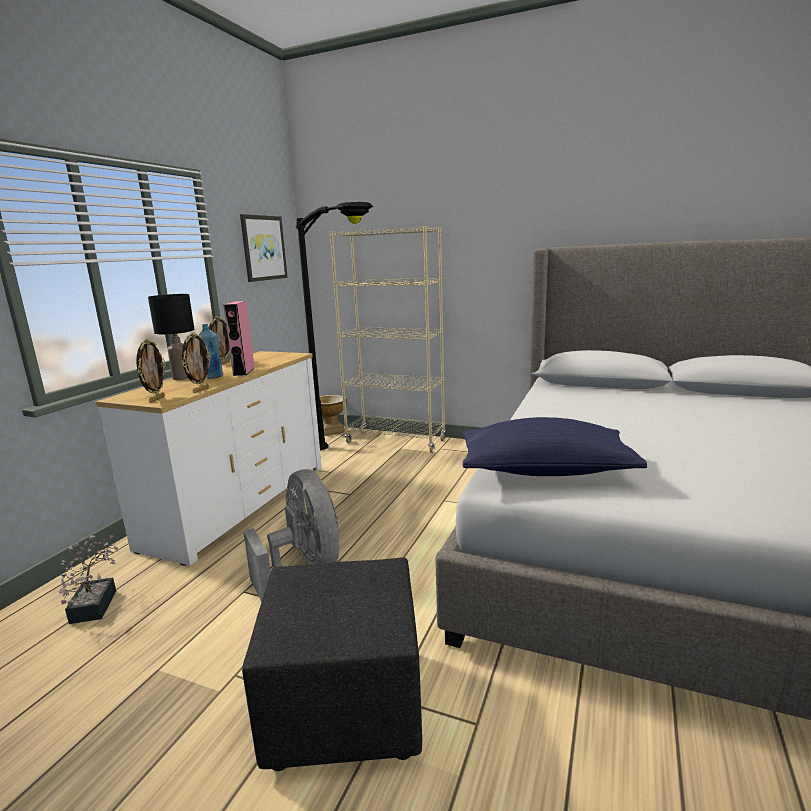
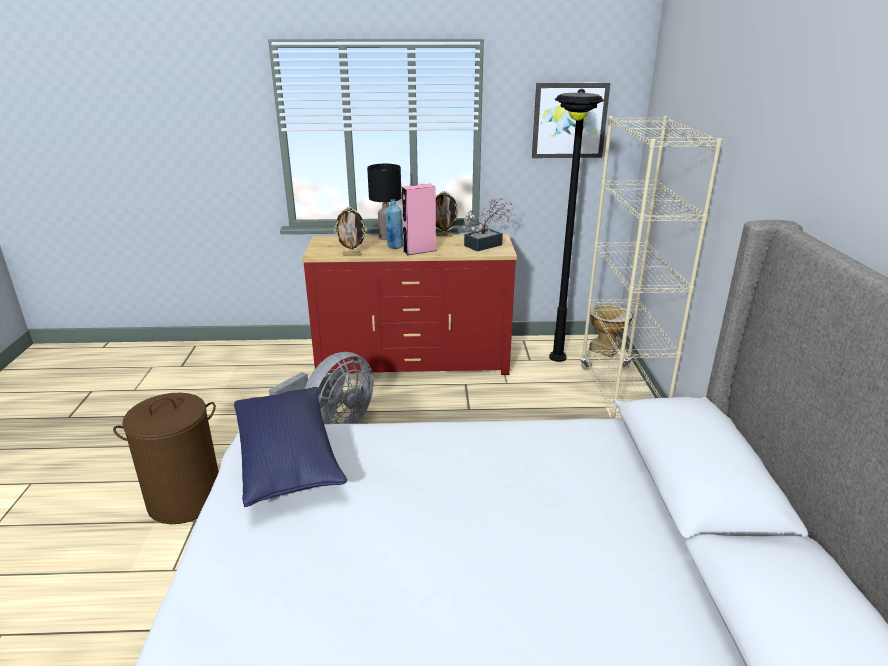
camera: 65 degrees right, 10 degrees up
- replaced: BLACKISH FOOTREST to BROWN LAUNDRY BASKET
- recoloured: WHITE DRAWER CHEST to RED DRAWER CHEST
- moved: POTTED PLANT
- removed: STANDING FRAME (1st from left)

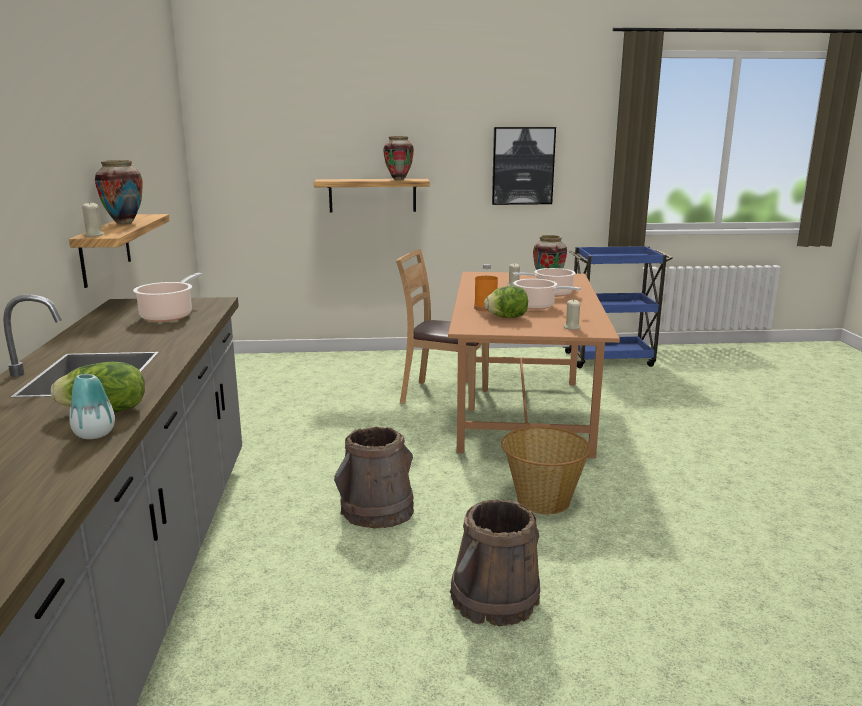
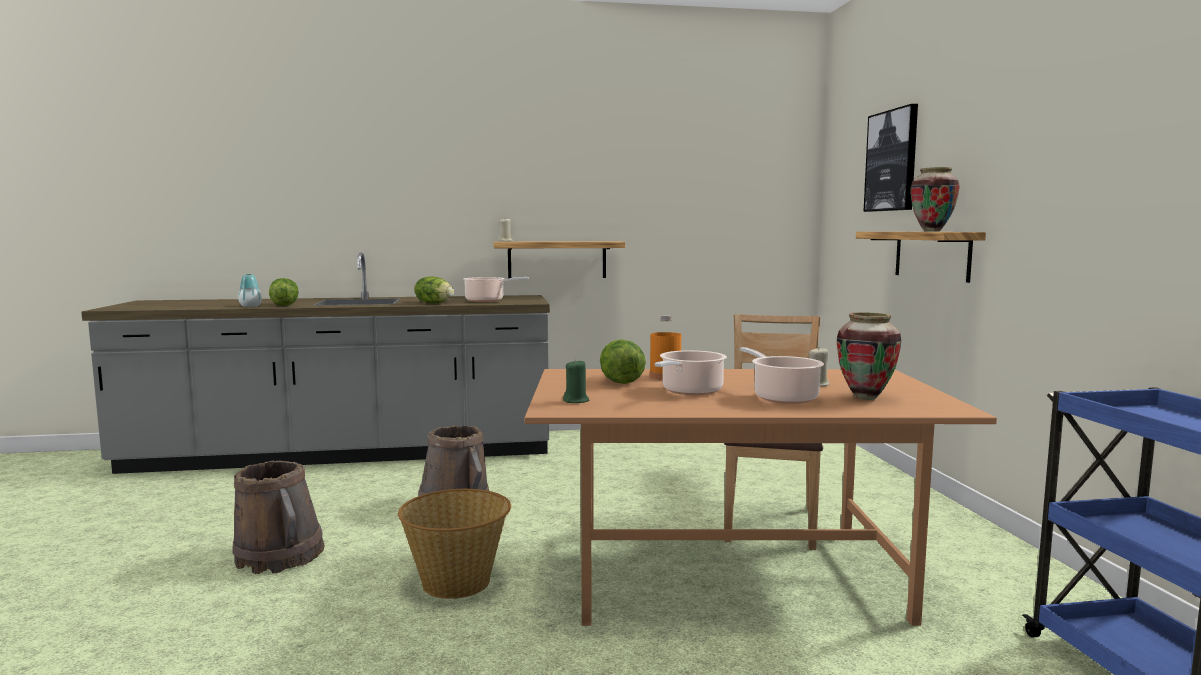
camera: 85 degrees right, 10 degrees down
- added: LETTUCE HEAD (2nd from left)
- recoloured: SAND-COLOURED CANDLE (3rd from left) to GREEN CANDLE
- moved: PICTURE
- removed: VASE (2nd from left)

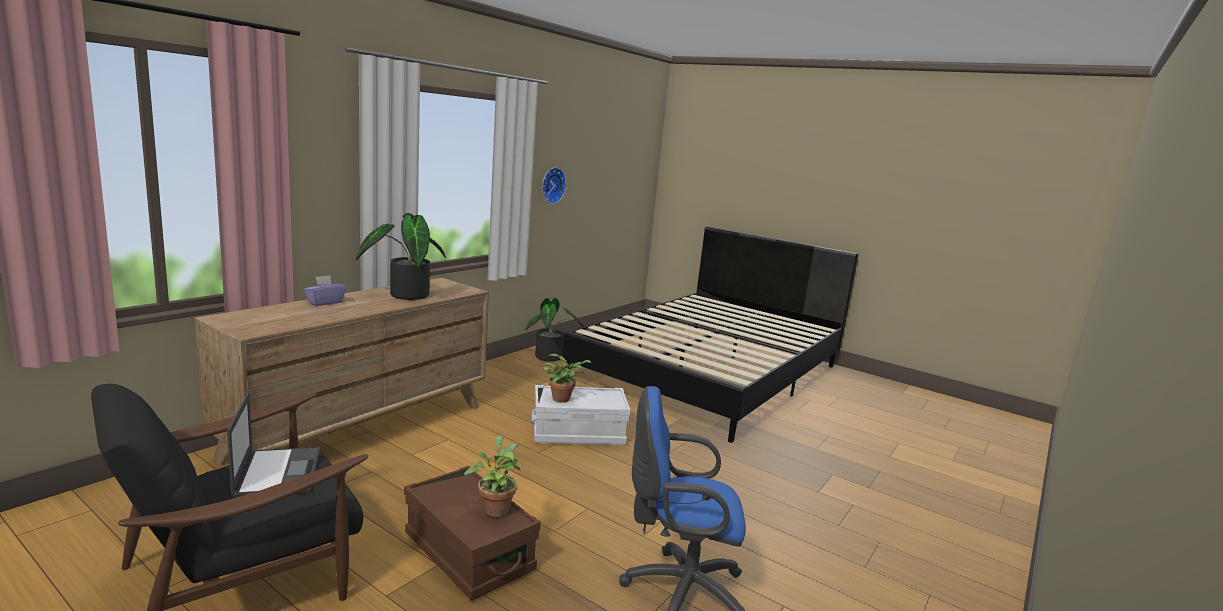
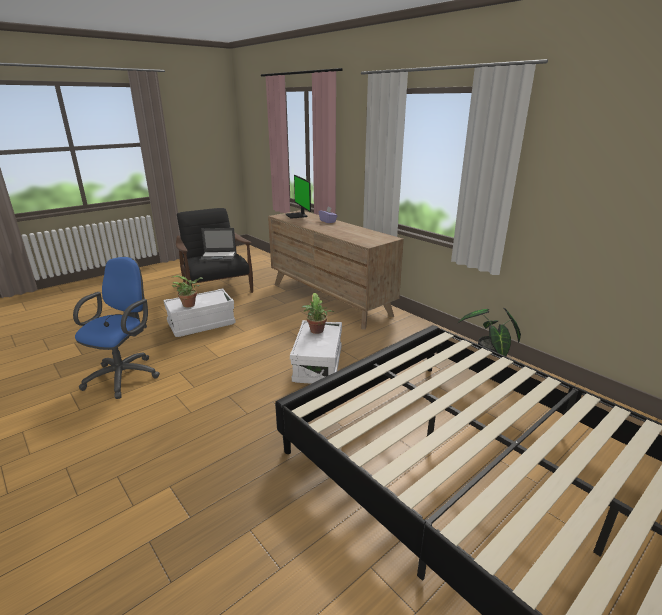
camera: 105 degrees right, 10 degrees up
- recoloured: BROWN STORAGE BOX to WHITE STORAGE BOX (1st from left)
- added: MONITOR
- removed: POTTED PLANT (1st from left)
- removed: WALL CLOCK

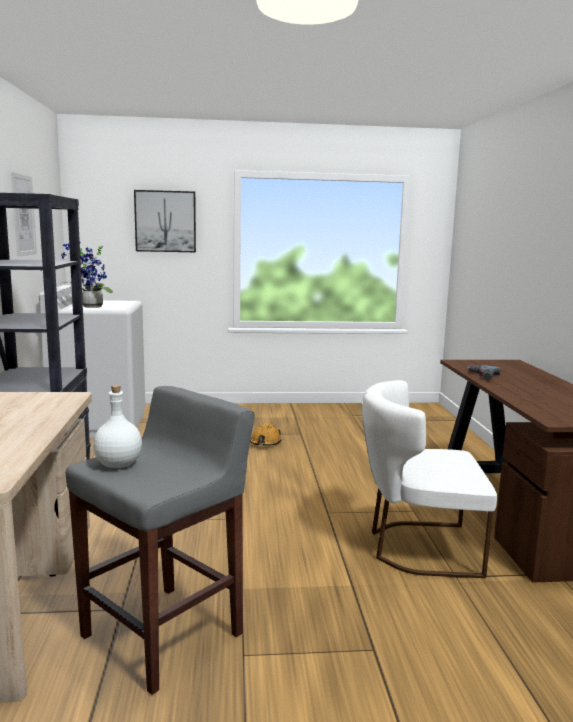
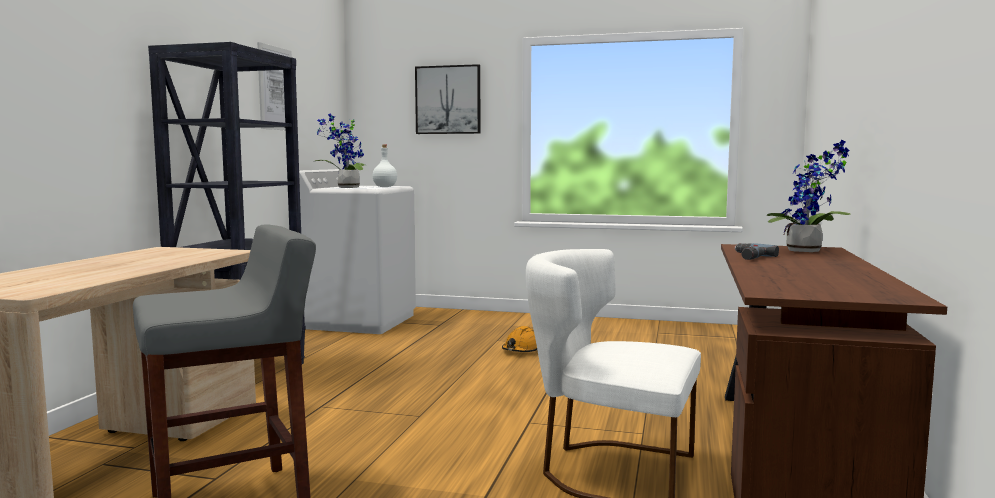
camera: 20 degrees right, 5 degrees down
- moved: WHITE BEVERAGE BOTTLE
- added: POTTED PLANT (2nd from left)

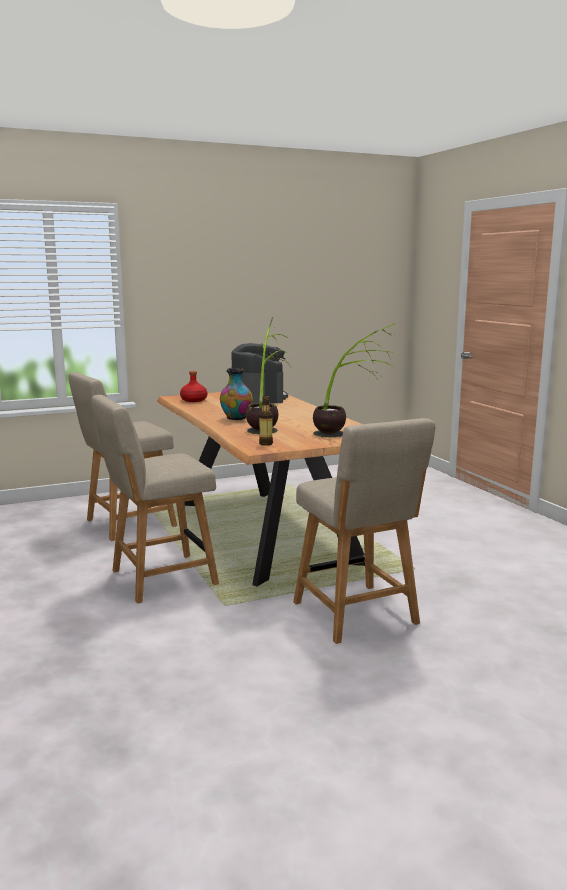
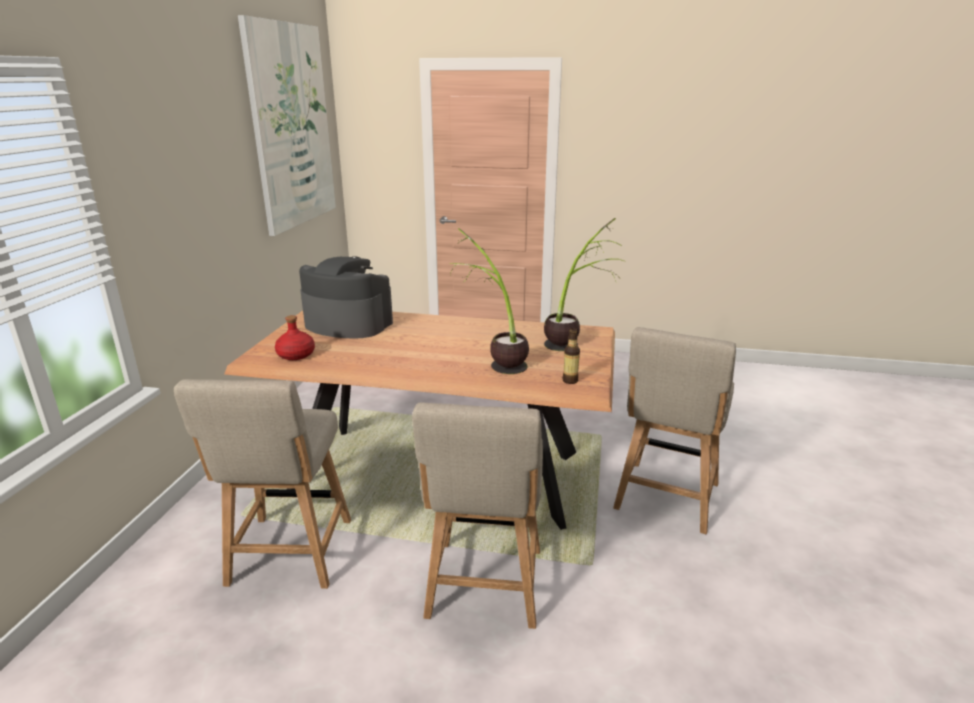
camera: 55 degrees left, 10 degrees up
- added: PICTURE
- turned: SAND-COLOURED UPRIGHT CHAIR (3rd from left) 105 degrees clockwise
- removed: VASE

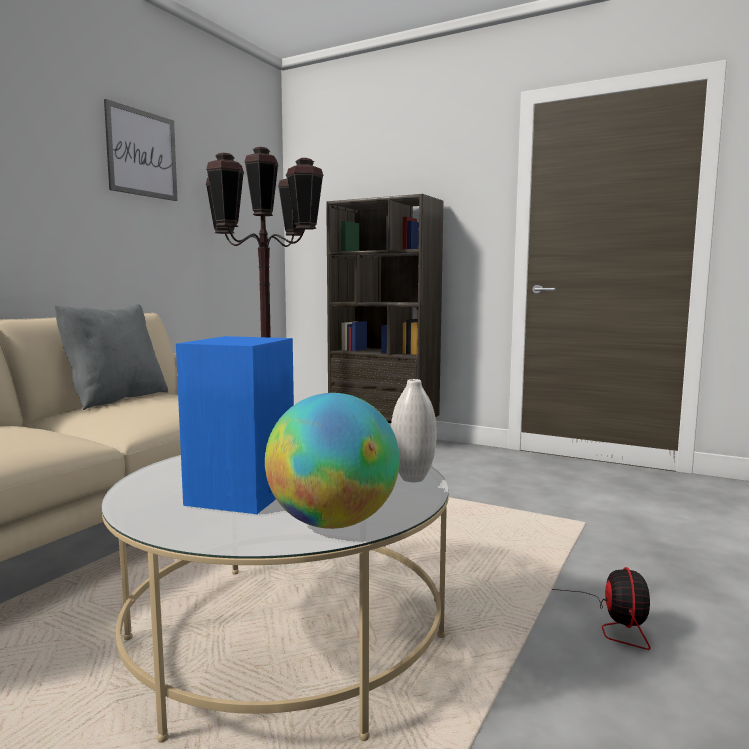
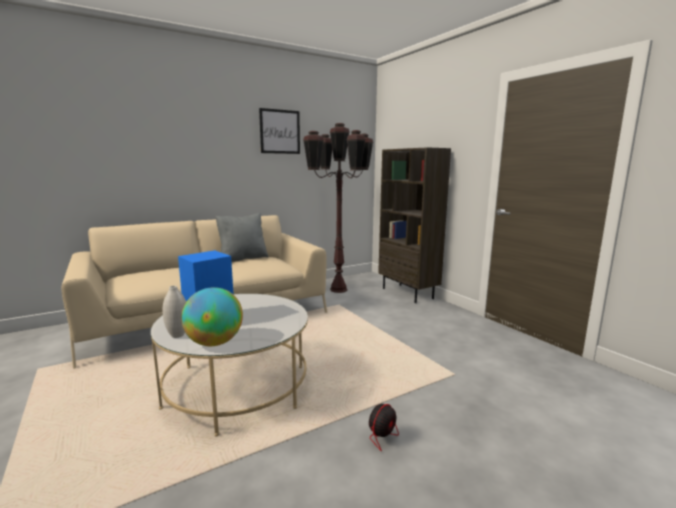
camera: 30 degrees right, 5 degrees up
- moved: WHITE VASE

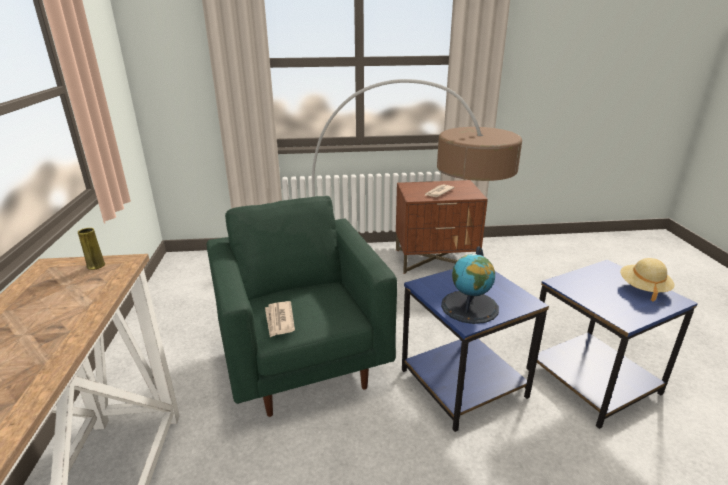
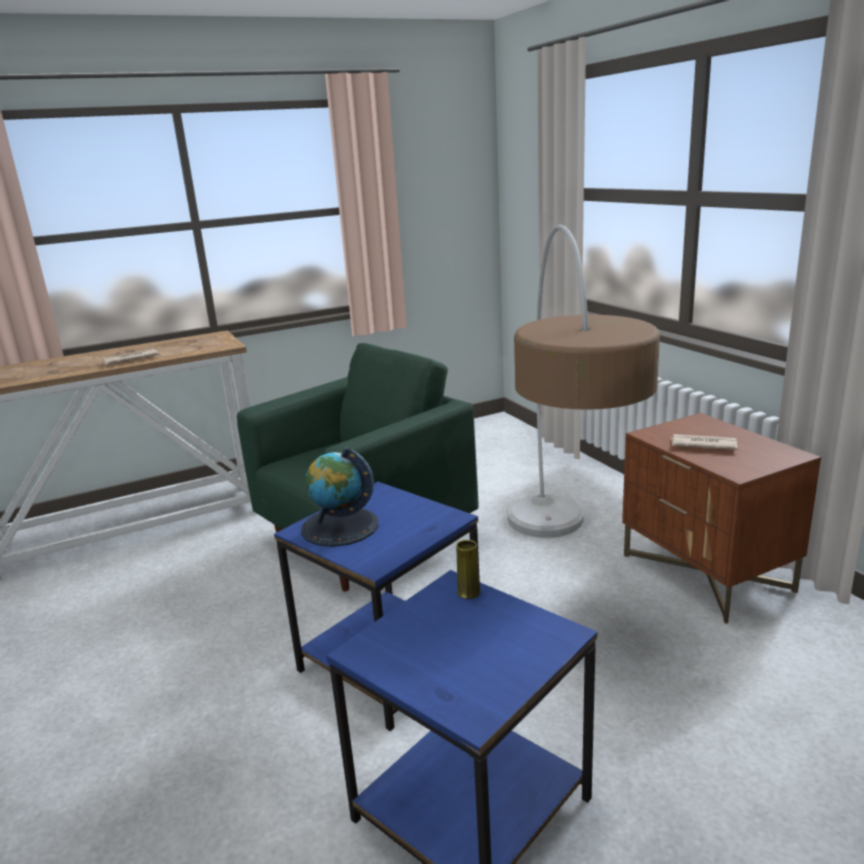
camera: 70 degrees right, 5 degrees down
- moved: DAILY PAPER (1st from left)
- moved: YELLOWISH VASE
- removed: SAND-COLOURED WEARABLE HAT

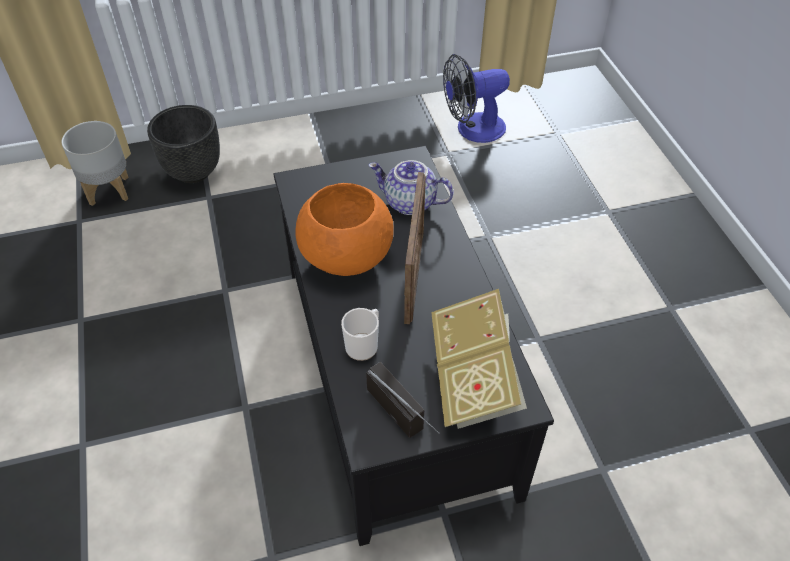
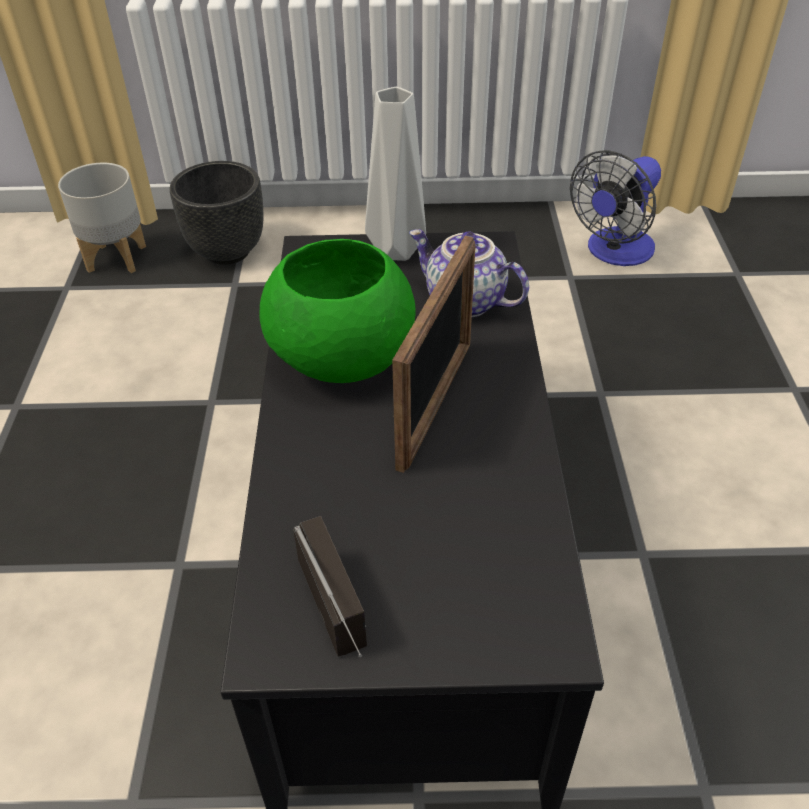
camera: 15 degrees right, 5 degrees down
- recoloured: ORANGE-COLOURED SERVING BOWL to GREEN SERVING BOWL
- added: GREY VASE
- turned: COOLING FAN 45 degrees counterclockwise
- removed: TEA MUG
- removed: BOUND BOOK

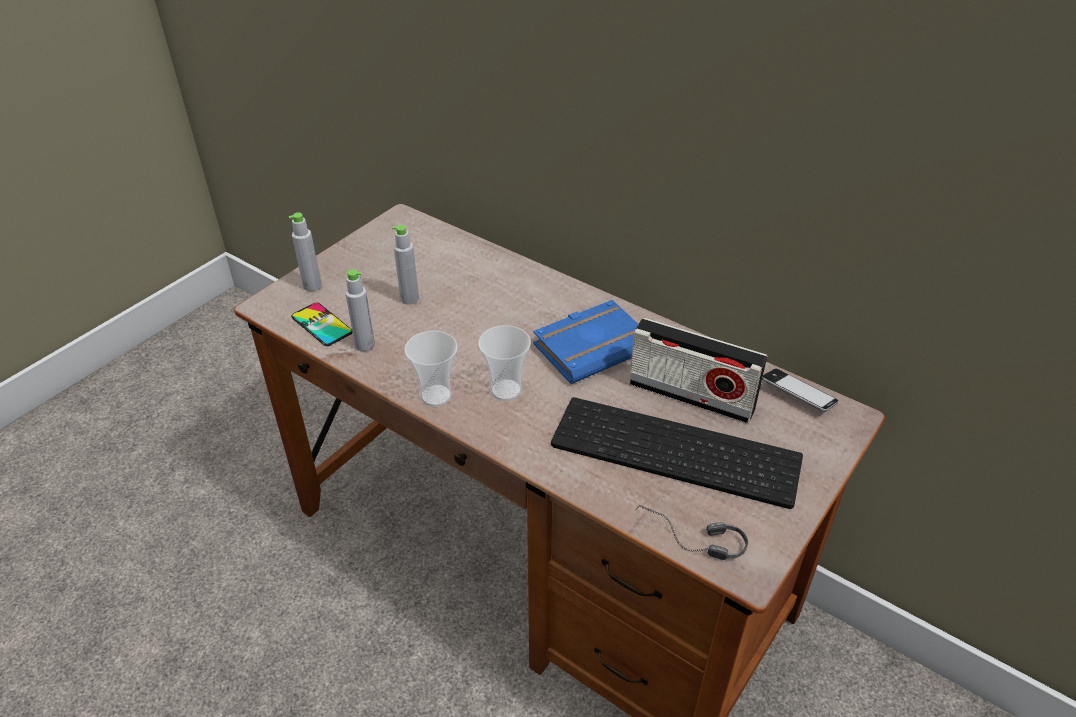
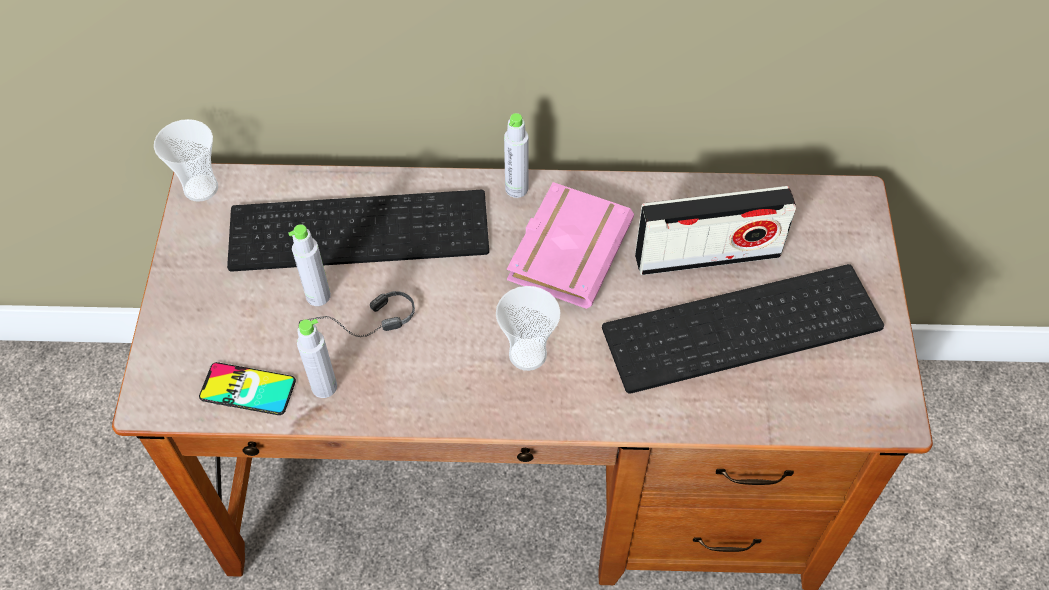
camera: 35 degrees left, 15 degrees up
- moved: CUP (1st from left)
- added: KEYBOARD (1st from left)
- moved: HEADPHONES
- moved: GREY BEVERAGE BOTTLE (1st from left in the first image) to GREY BEVERAGE BOTTLE (3rd from left)
- recoloured: BLUE BOUND BOOK to PINKISH BOUND BOOK
- removed: PHONE (2nd from left)

